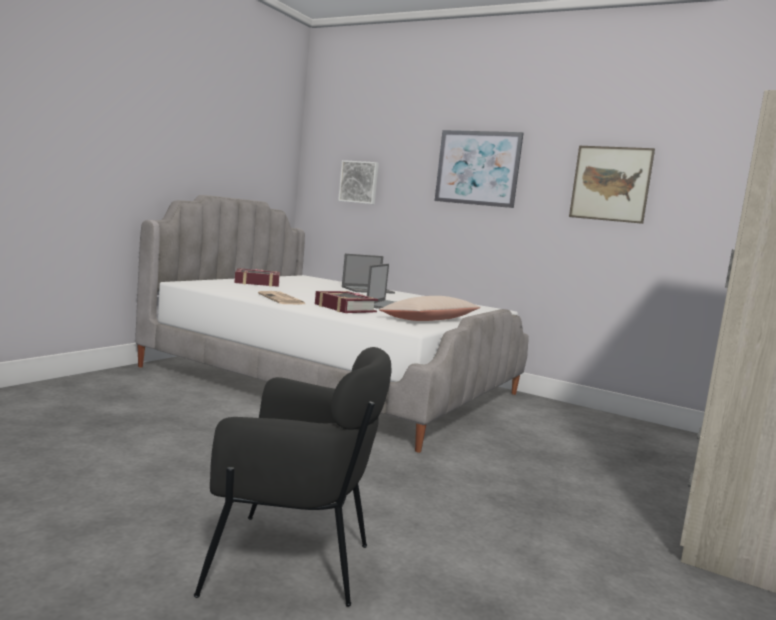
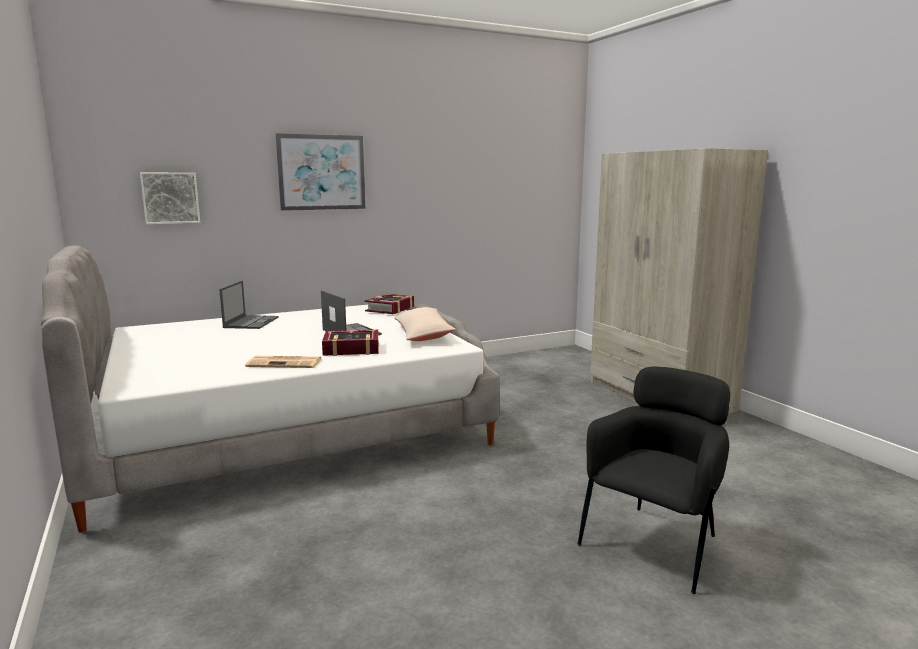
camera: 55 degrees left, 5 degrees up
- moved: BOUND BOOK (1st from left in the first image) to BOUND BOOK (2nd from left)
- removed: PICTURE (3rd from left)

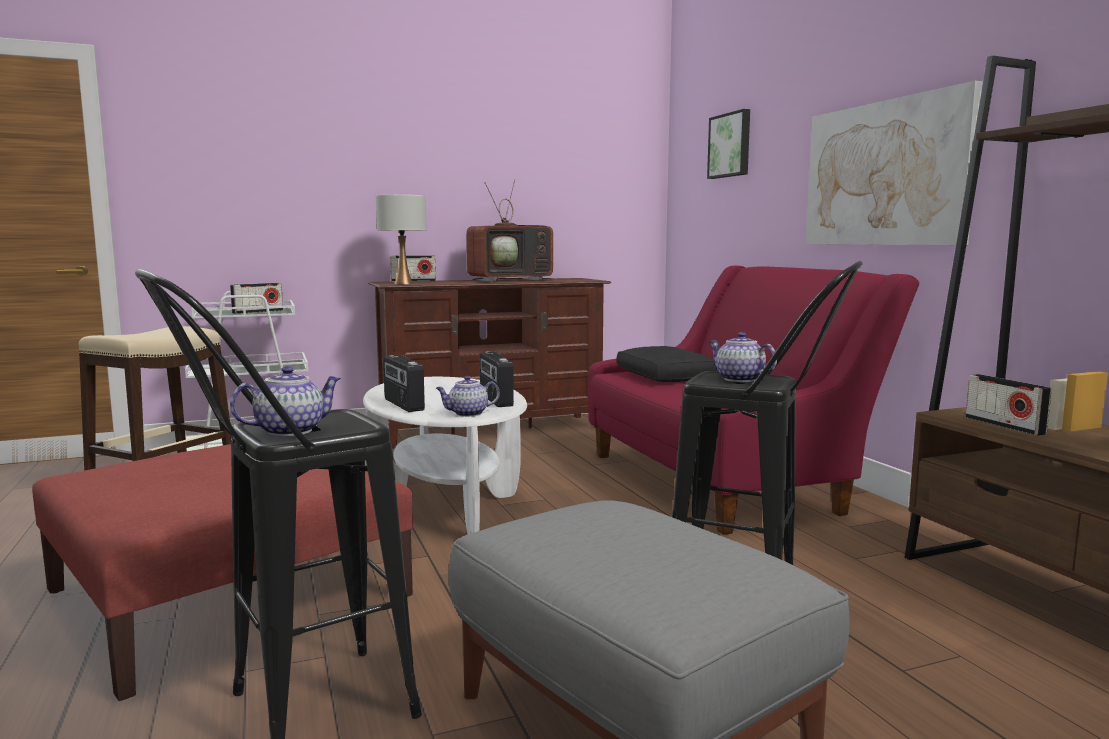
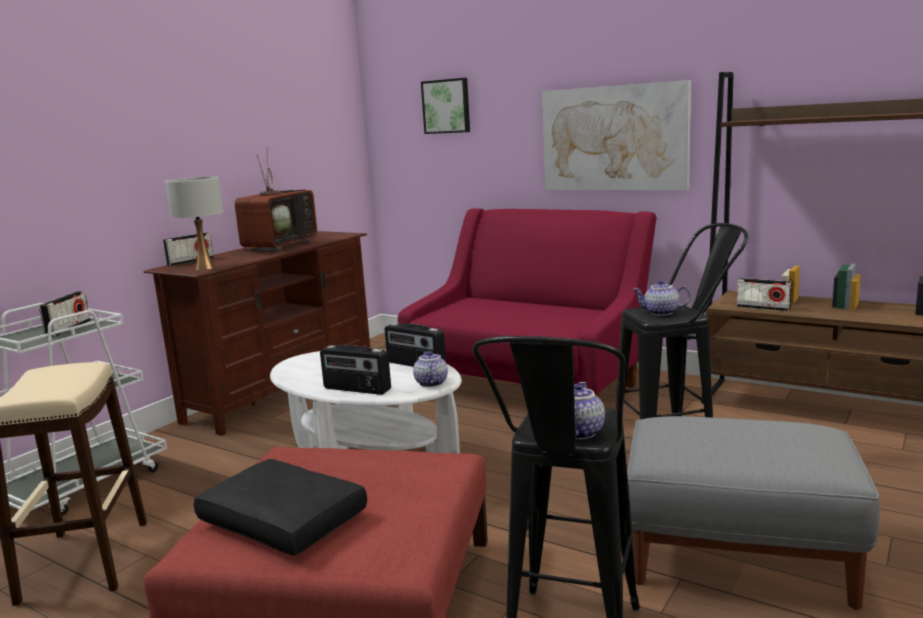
camera: 35 degrees left, 5 degrees up
- moved: BLACKISH THROW PILLOW
- turned: TEAPOT (2nd from left in the first image) 135 degrees clockwise

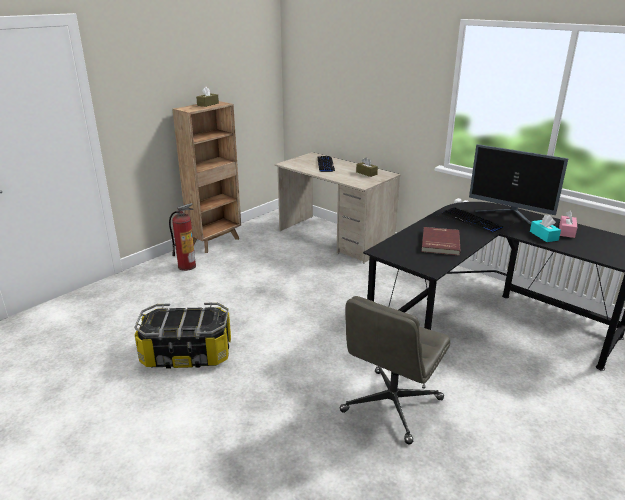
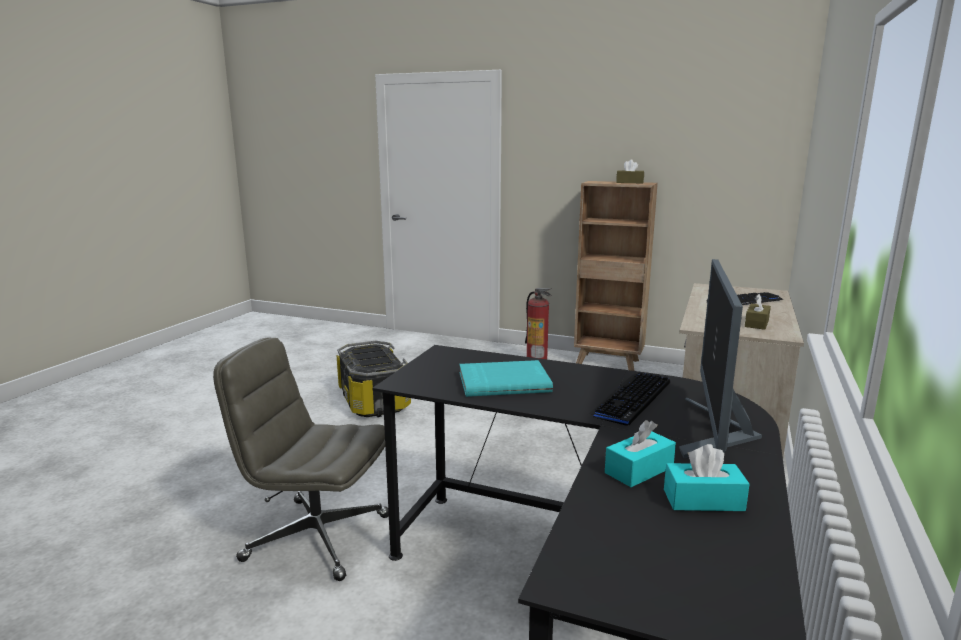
camera: 70 degrees right, 10 degrees down
- recoloured: RED BOUND BOOK to TURQUOISE-COLOURED BOUND BOOK
- recoloured: PINKISH BOX OF TISSUES to TURQUOISE-COLOURED BOX OF TISSUES (2nd from left)

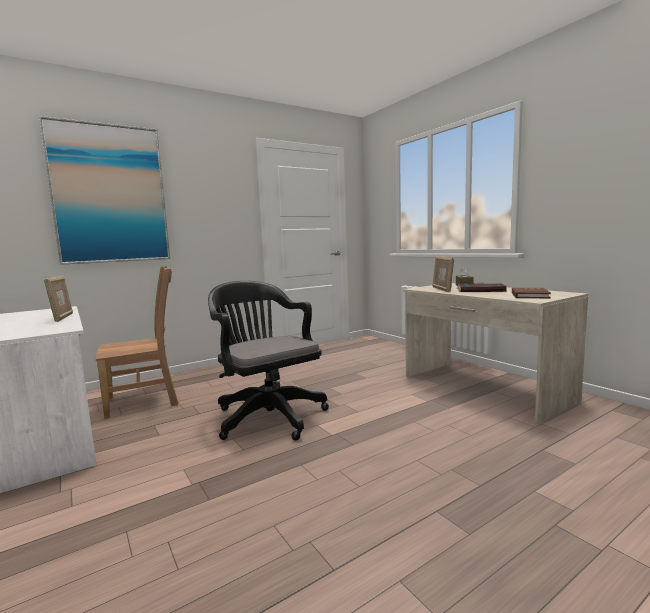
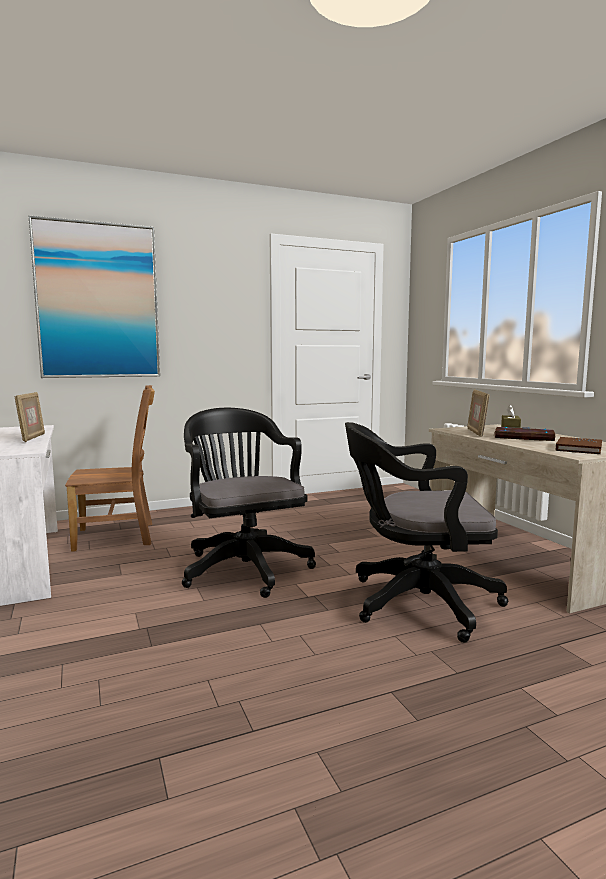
camera: 10 degrees right, 0 degrees up
- added: BLACKISH DESK CHAIR (2nd from left)

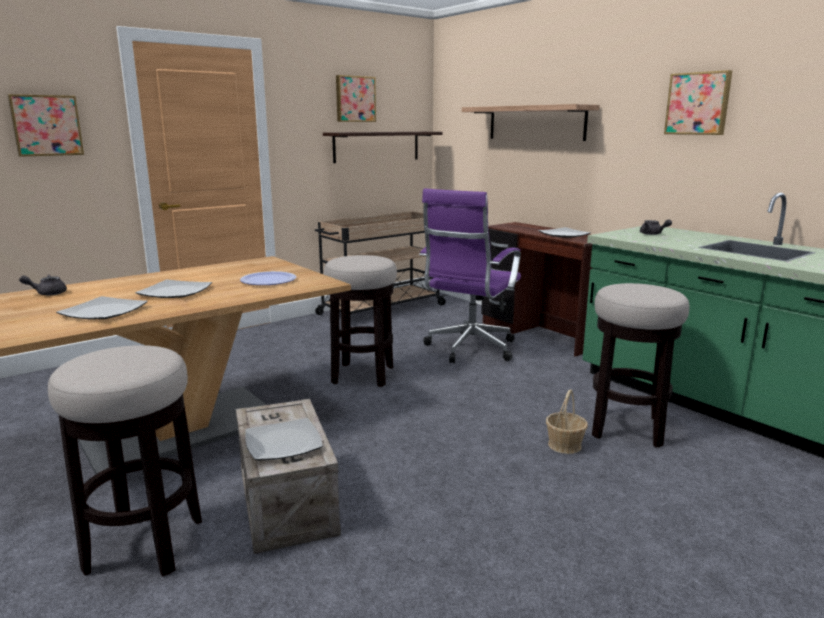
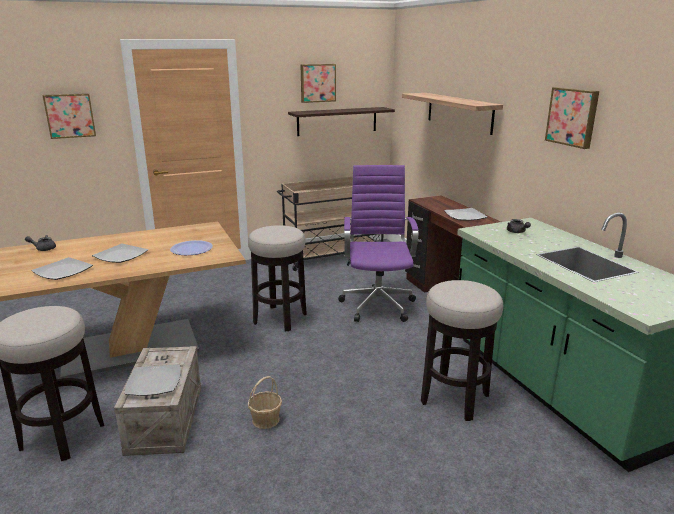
camera: 15 degrees right, 5 degrees up
- moved: STORAGE BASKET
- turned: PURPLE DESK CHAIR 135 degrees clockwise

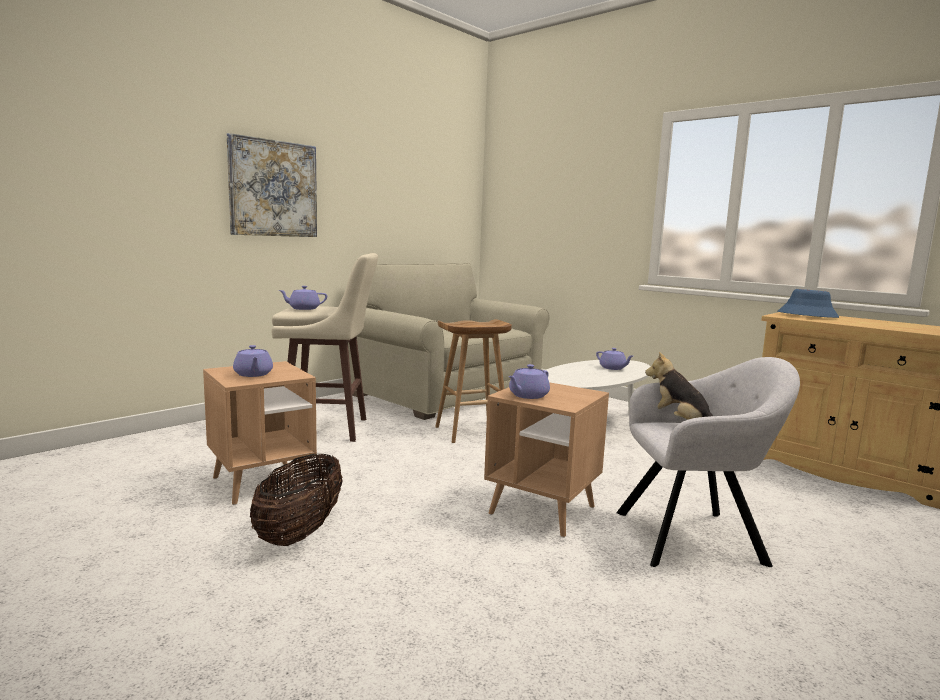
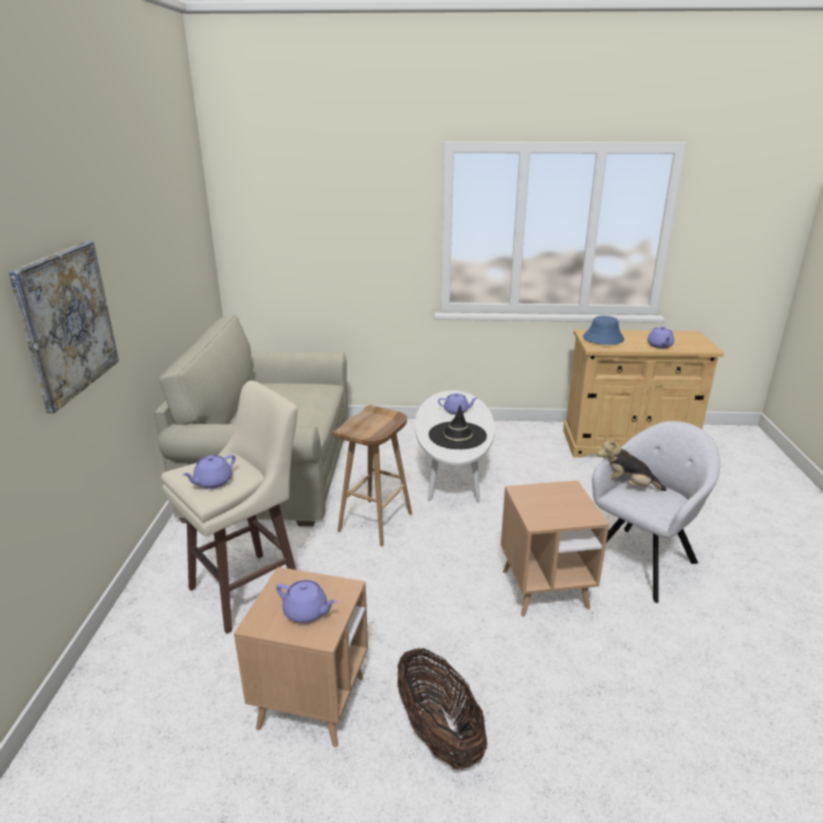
camera: 40 degrees left, 15 degrees up
- added: BLACKISH WEARABLE HAT
- moved: PURPLE TEAPOT (3rd from left in the first image) to PURPLE TEAPOT (4th from left)

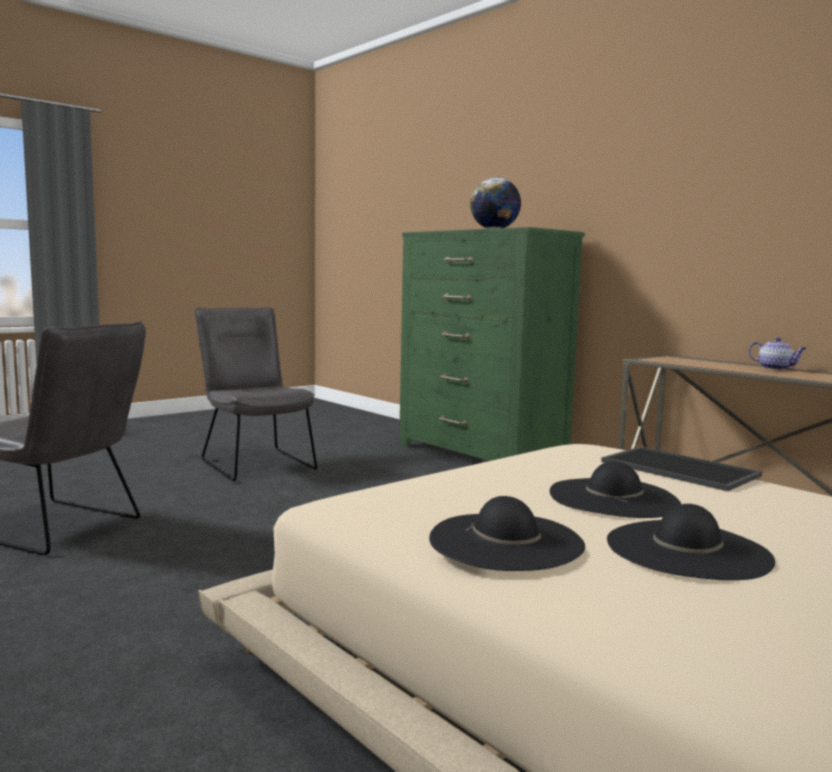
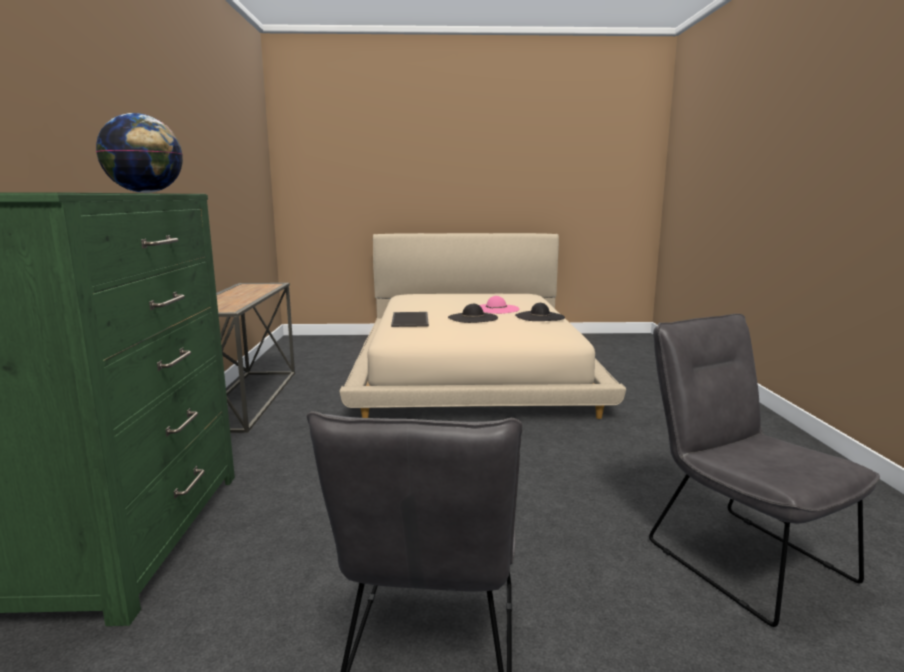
camera: 140 degrees left, 5 degrees up
- recoloured: BLACKISH WEARABLE HAT (3rd from left) to PINKISH WEARABLE HAT
- removed: TEAPOT

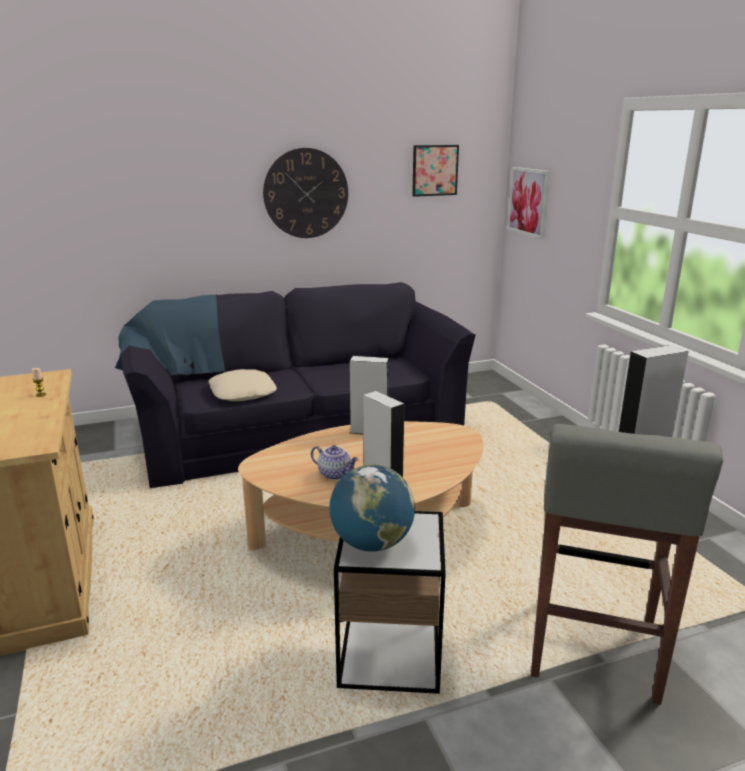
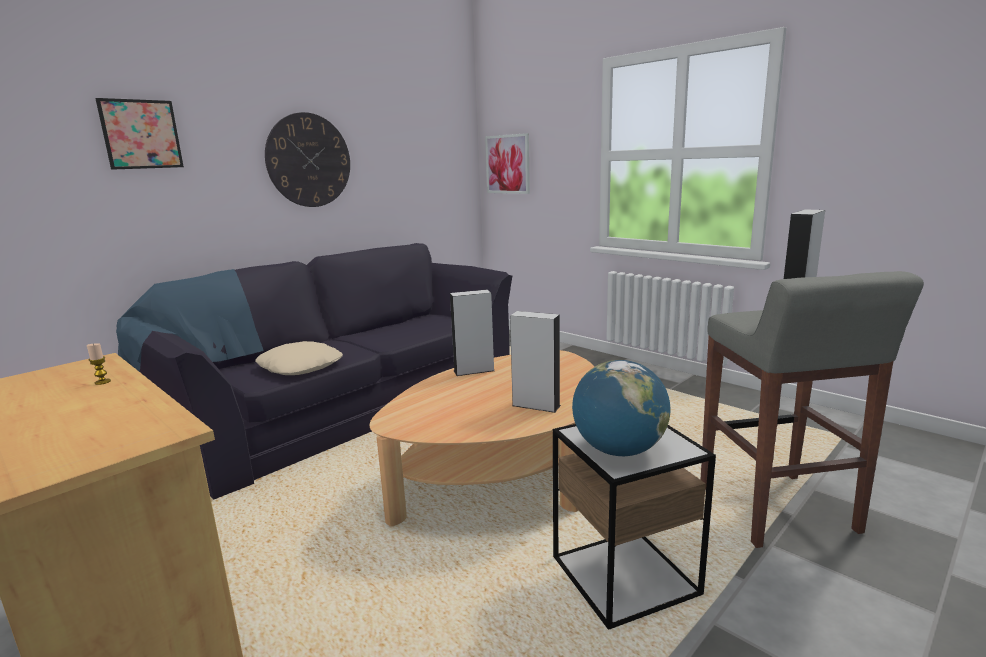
camera: 25 degrees left, 5 degrees down
- moved: PICTURE (1st from left)
- removed: TEAPOT

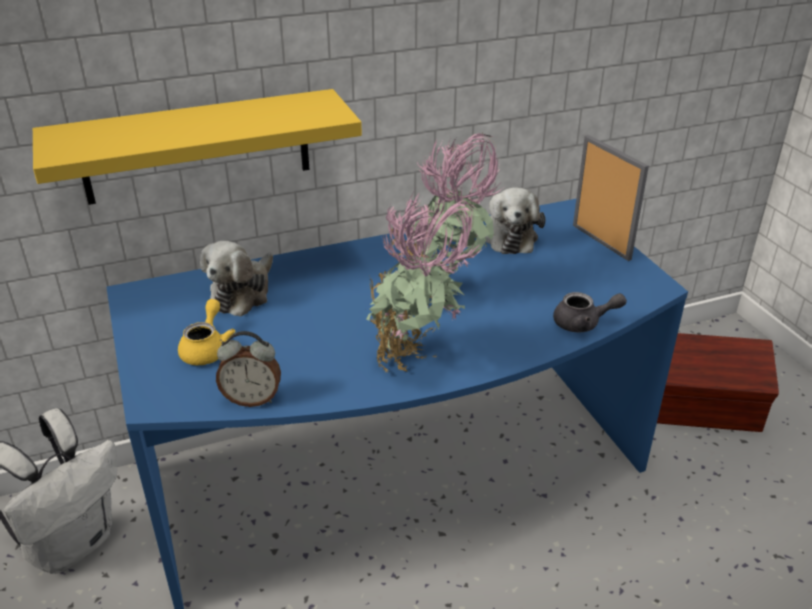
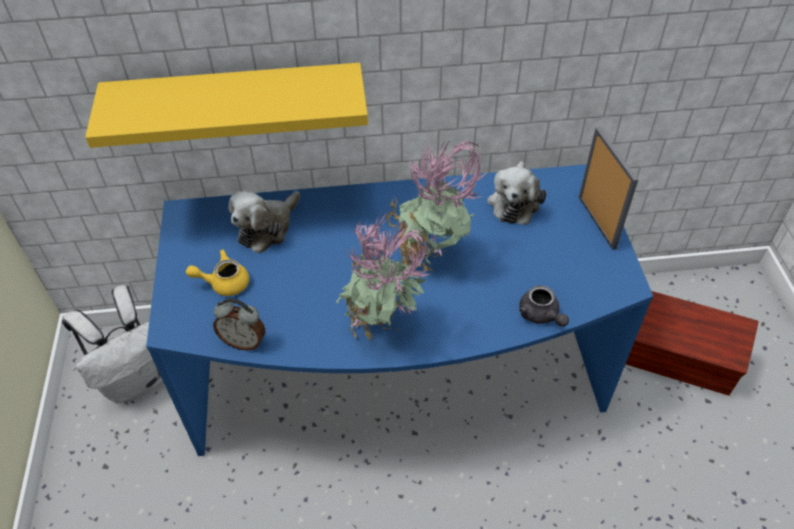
camera: 15 degrees right, 15 degrees up
- turned: YELLOWISH TEAPOT 120 degrees counterclockwise
- turned: GREY TEAPOT 45 degrees clockwise

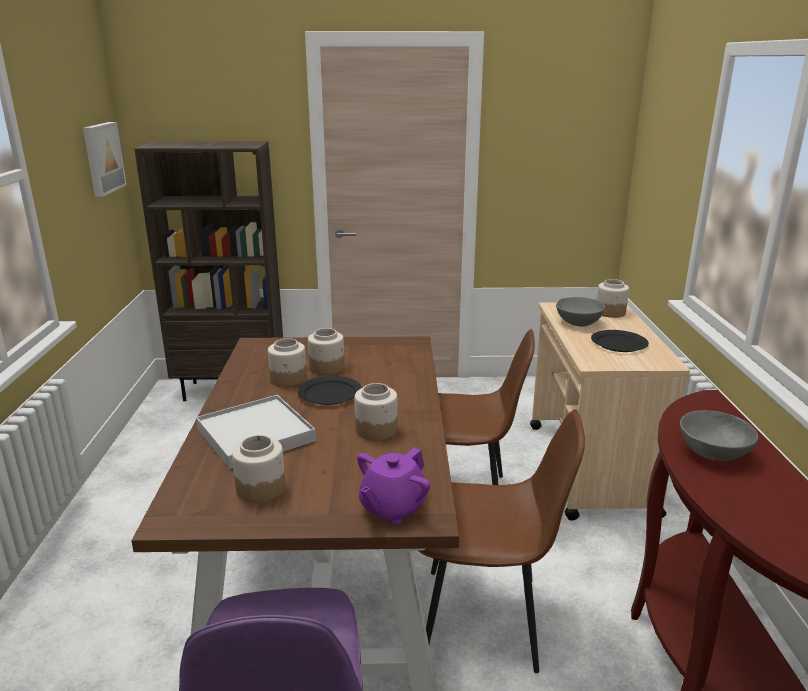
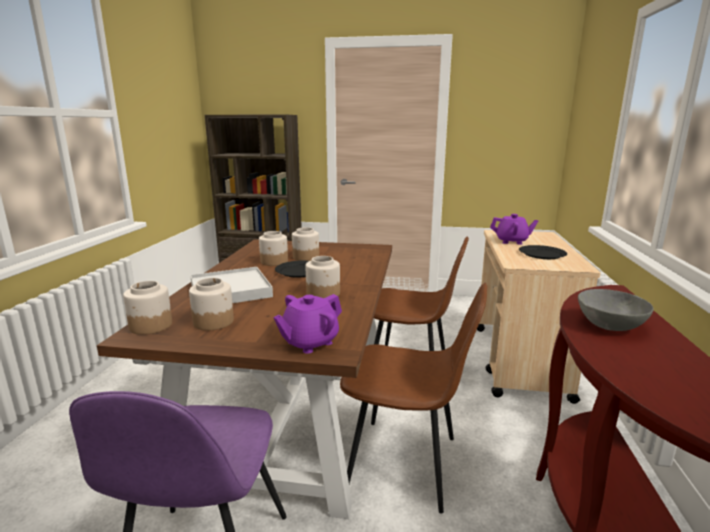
camera: 10 degrees right, 5 degrees down
- moved: PRESERVE JAR (5th from left in the first image) to PRESERVE JAR (1st from left)
- replaced: GREY SERVING BOWL (1st from left) to PURPLE TEAPOT (2nd from left)
- removed: PICTURE

